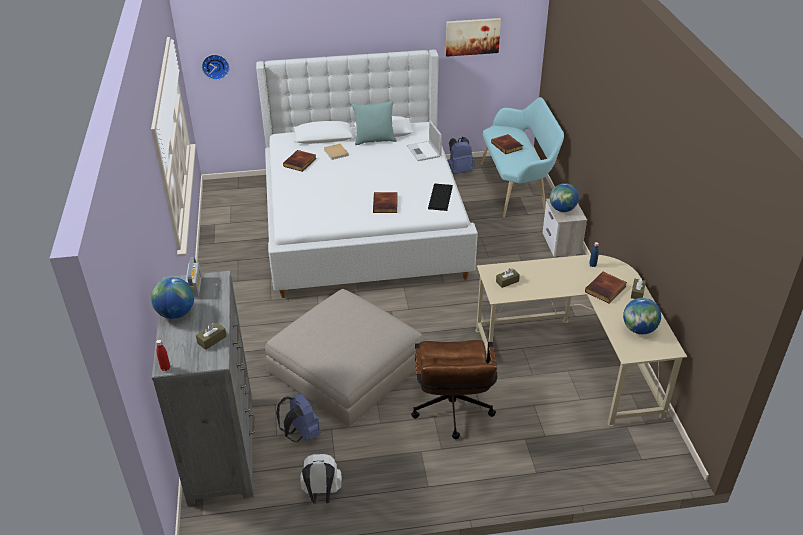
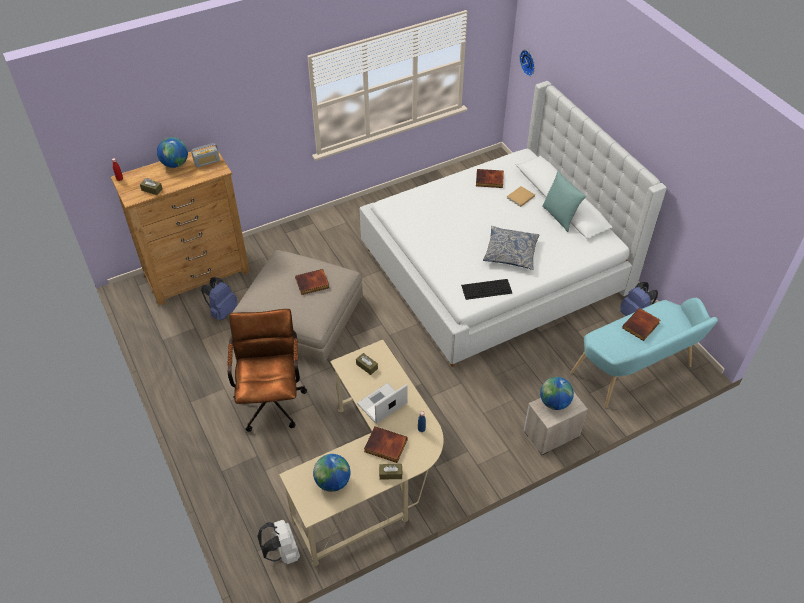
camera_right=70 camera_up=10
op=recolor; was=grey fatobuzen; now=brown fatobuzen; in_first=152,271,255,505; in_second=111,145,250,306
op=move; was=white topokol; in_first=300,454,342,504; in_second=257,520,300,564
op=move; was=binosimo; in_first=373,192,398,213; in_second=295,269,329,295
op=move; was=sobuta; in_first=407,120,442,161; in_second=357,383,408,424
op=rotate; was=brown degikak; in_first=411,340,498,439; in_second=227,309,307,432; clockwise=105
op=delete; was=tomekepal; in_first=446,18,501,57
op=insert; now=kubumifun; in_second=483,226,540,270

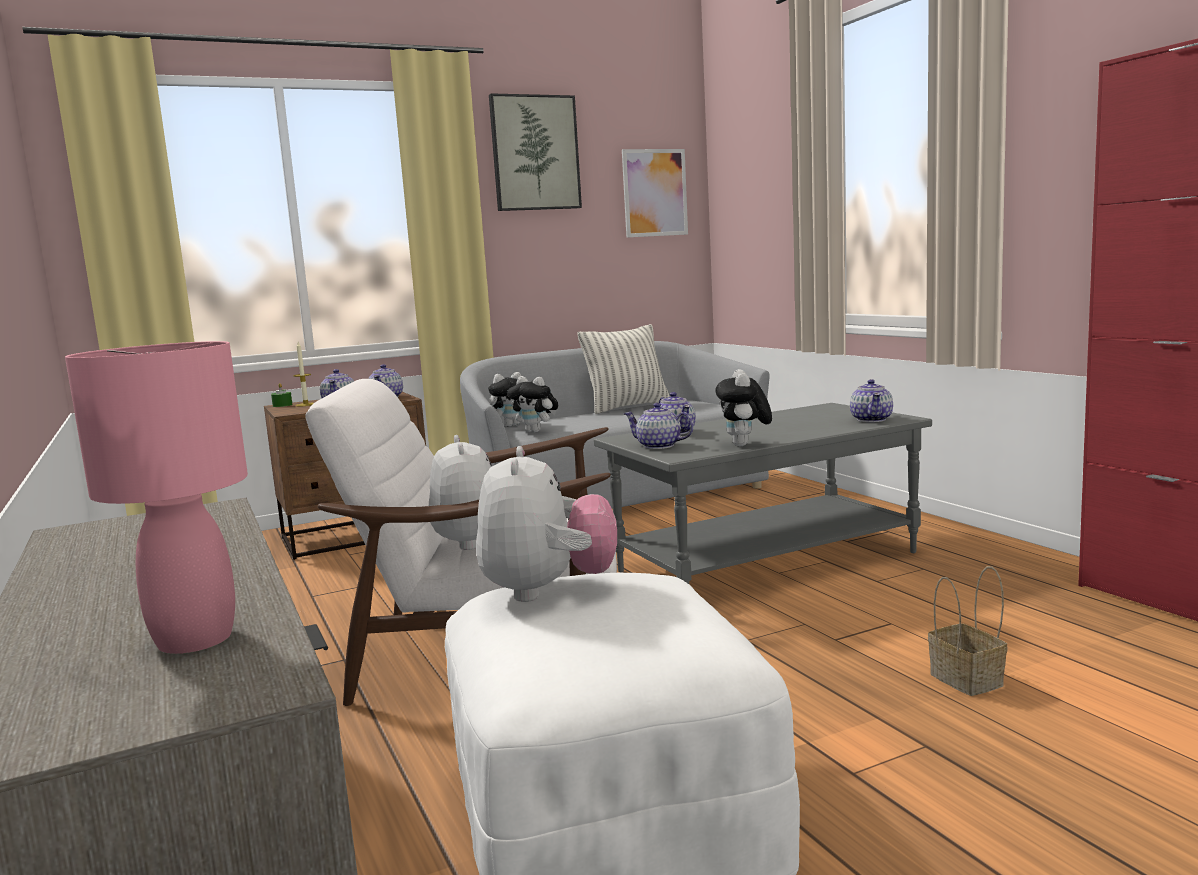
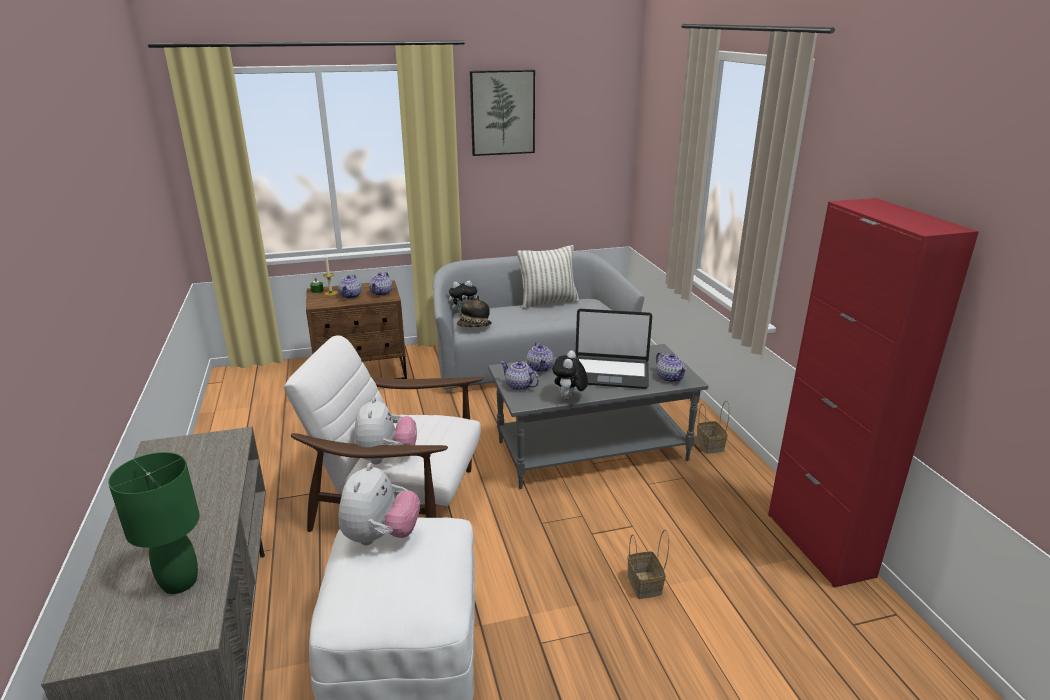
camera_right=10 camera_up=15
op=recolor; was=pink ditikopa; now=green ditikopa; in_first=65,341,248,654; in_second=108,452,200,594
op=replace; was=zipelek; now=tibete; in_first=507,376,558,432; in_second=457,296,492,327
op=delete; was=tomekepal; in_first=622,149,688,238
op=rotate; was=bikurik; in_first=850,379,893,422; in_second=656,352,687,382; clockwise=-45
op=insert; now=sobuta; in_second=575,309,652,389
op=insert; now=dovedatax; in_second=696,401,730,454

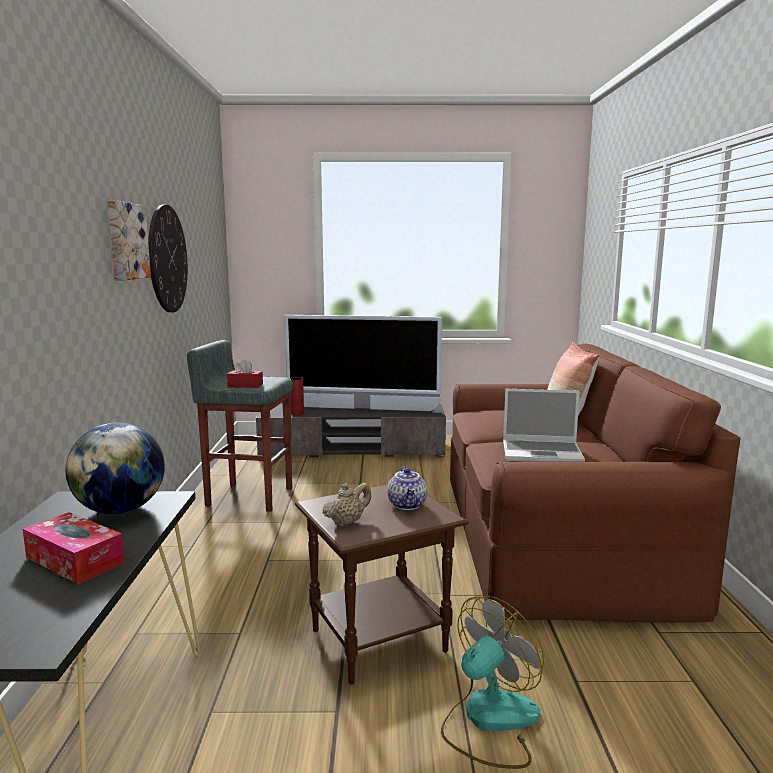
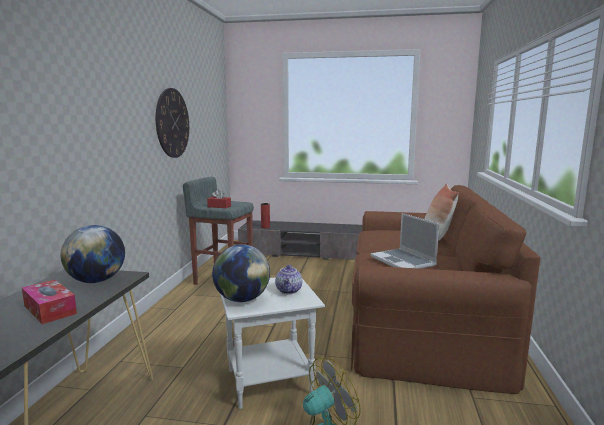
camera_right=10 camera_up=0
op=delete; was=tomekepal; in_first=108,200,151,281
op=delete; was=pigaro; in_first=284,315,442,411
op=recolor; was=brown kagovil; now=white kagovil; in_first=295,485,468,685; in_second=220,277,325,409
op=replace; was=beige bikurik; now=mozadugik; in_first=323,483,371,527; in_second=212,244,270,302
op=rotate; was=sobuta; in_first=503,389,585,462; in_second=371,213,439,269; clockwise=45

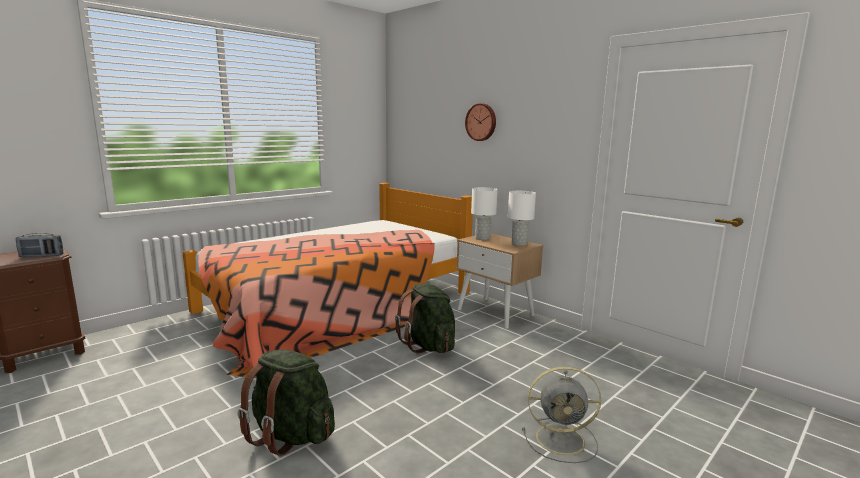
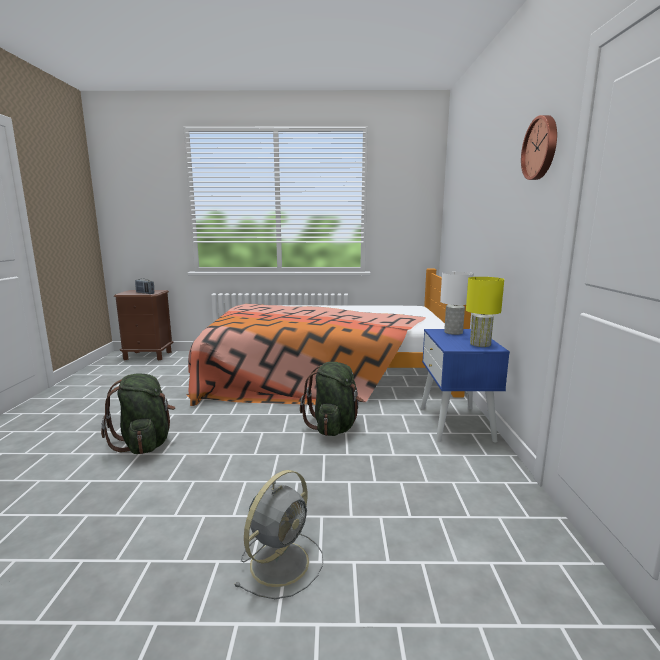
camera_right=45 camera_up=0
op=recolor; was=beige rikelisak; now=blue rikelisak; in_first=456,233,543,329; in_second=420,329,510,442
op=move; was=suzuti; in_first=465,103,496,141; in_second=521,115,557,180
op=recolor; was=white ditikopa; now=yellow ditikopa; in_first=508,191,536,246; in_second=466,277,504,347
op=rotate; was=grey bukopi; in_first=522,366,601,463; in_second=235,470,323,599; clockwise=-105

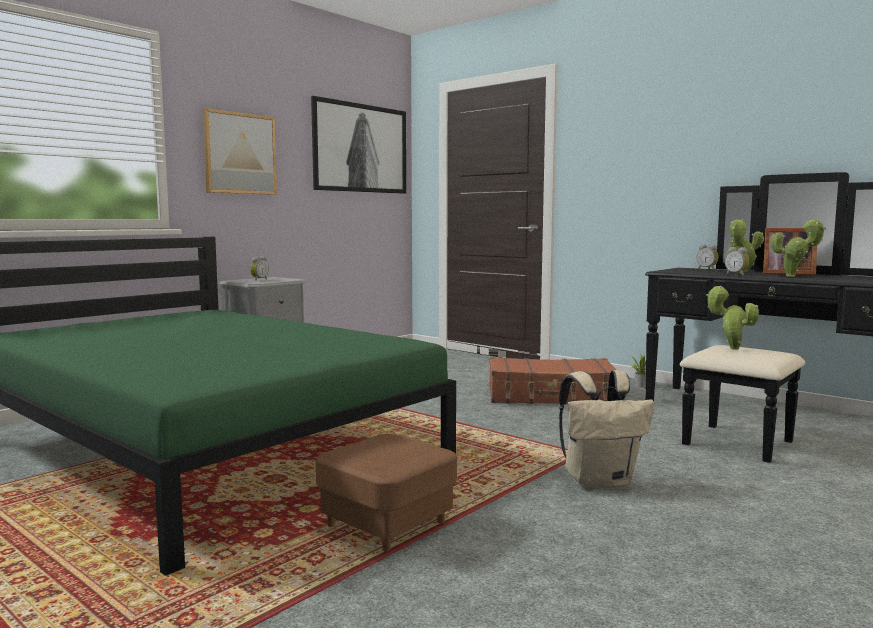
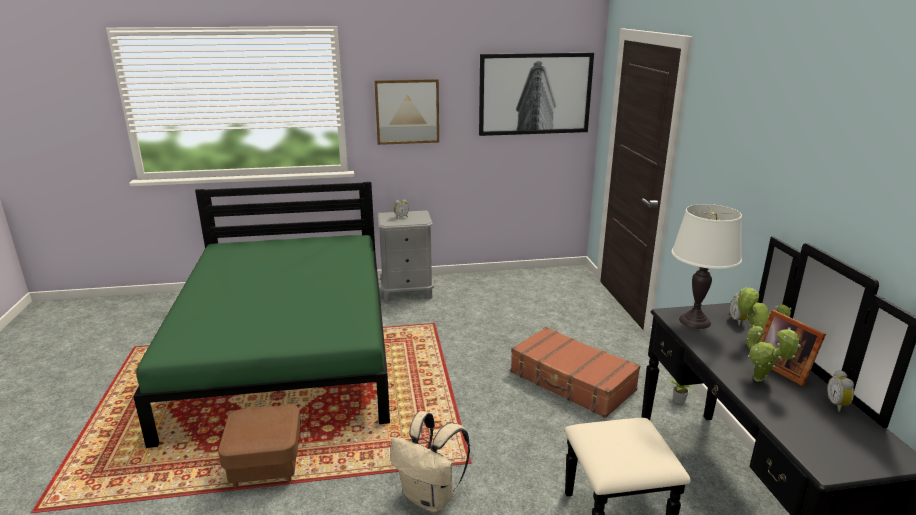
camera_right=40 camera_up=15
op=delete; was=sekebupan; in_first=706,286,759,350
op=move; was=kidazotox; in_first=725,247,749,276; in_second=827,370,854,412
op=insert; now=white ditikopa; in_second=671,204,742,329

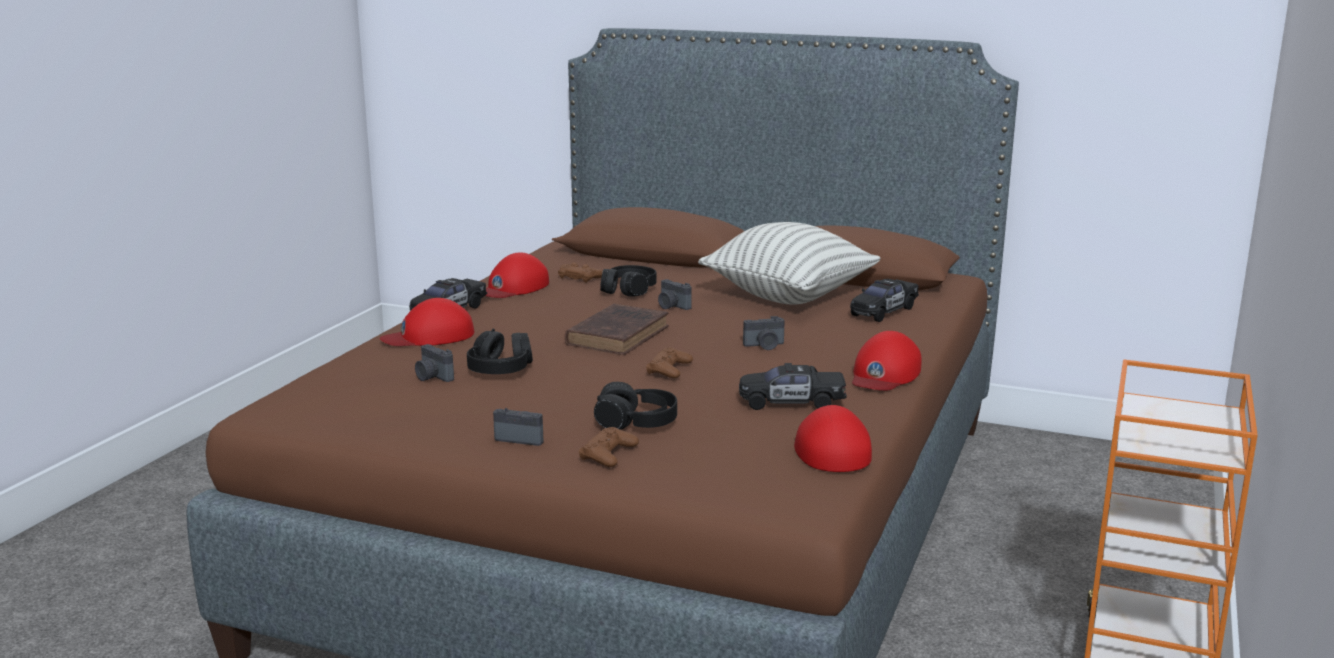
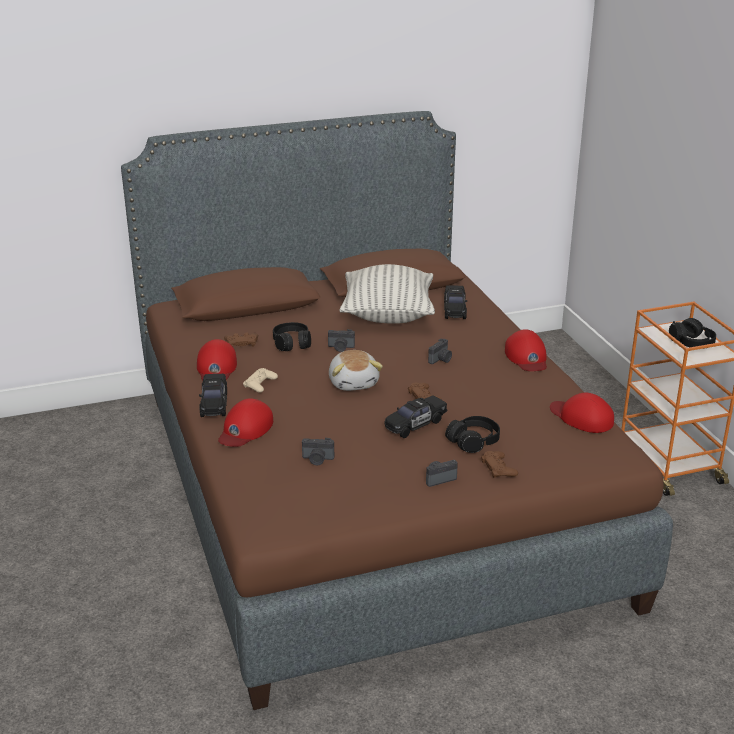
camera_right=-40 camera_up=10
op=move; was=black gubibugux; in_first=467,329,533,374; in_second=669,318,716,349
op=replace; was=brown binosimo; now=zipelek; in_first=565,303,669,355; in_second=329,350,383,391
op=move; was=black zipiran; in_first=739,363,847,410; in_second=384,395,447,438
op=insert; now=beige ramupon; in_second=243,368,278,393

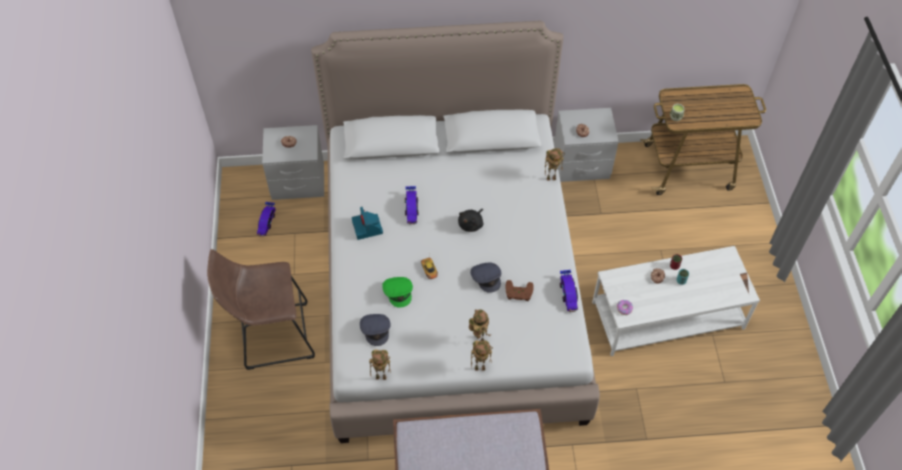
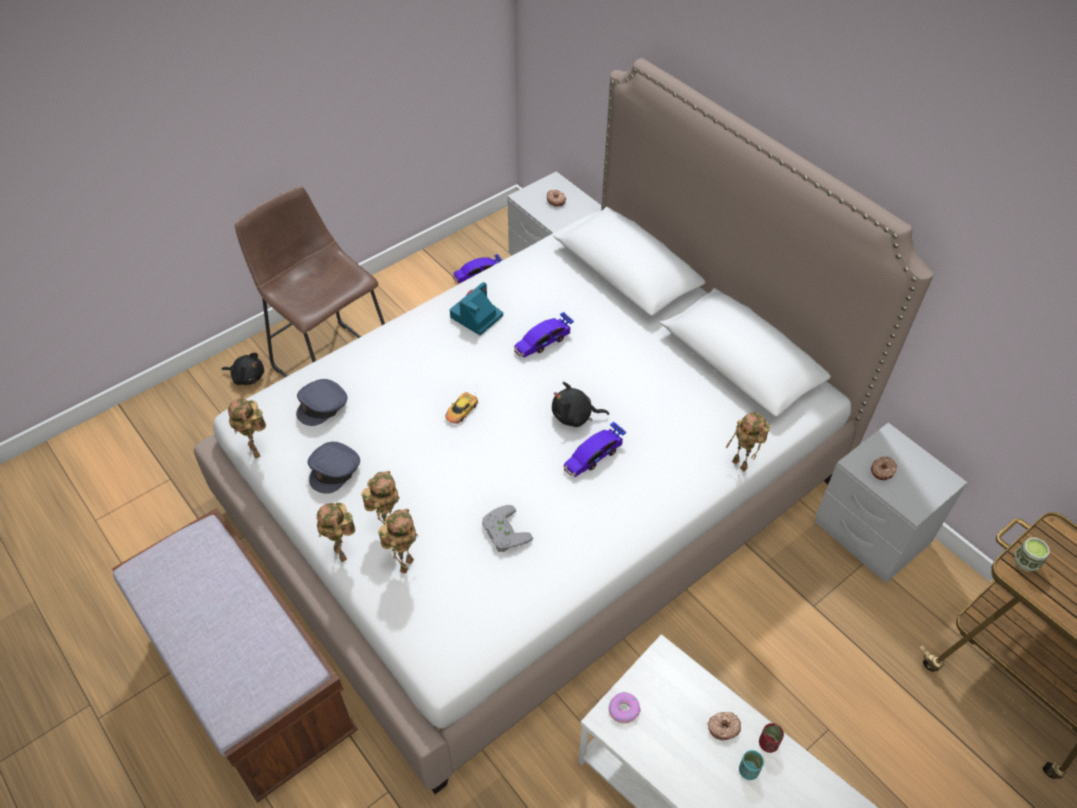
camera_right=55 camera_up=-5
op=delete; was=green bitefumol; in_first=382,277,413,308
op=move; was=grey bitefumol; in_first=470,262,501,293; in_second=307,442,360,494
op=recolor; was=brown ramupon; now=grey ramupon; in_first=505,280,534,301; in_second=482,505,533,552
op=move; was=zipiran; in_first=560,270,578,312; in_second=564,422,626,477
op=insert; now=black zipelek; in_second=222,353,264,385
op=insert; now=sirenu; in_second=378,509,418,574

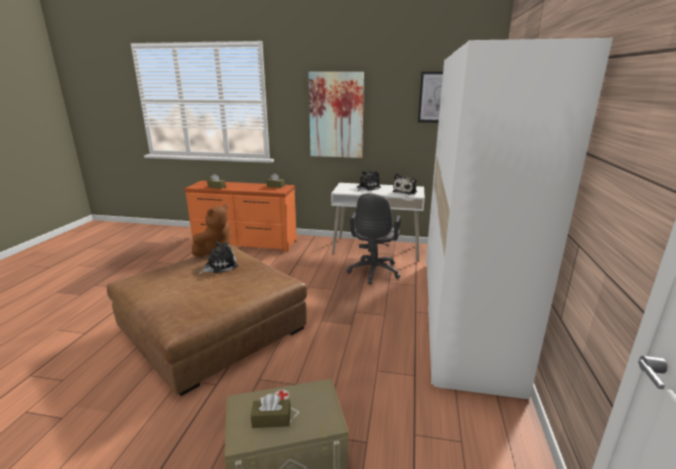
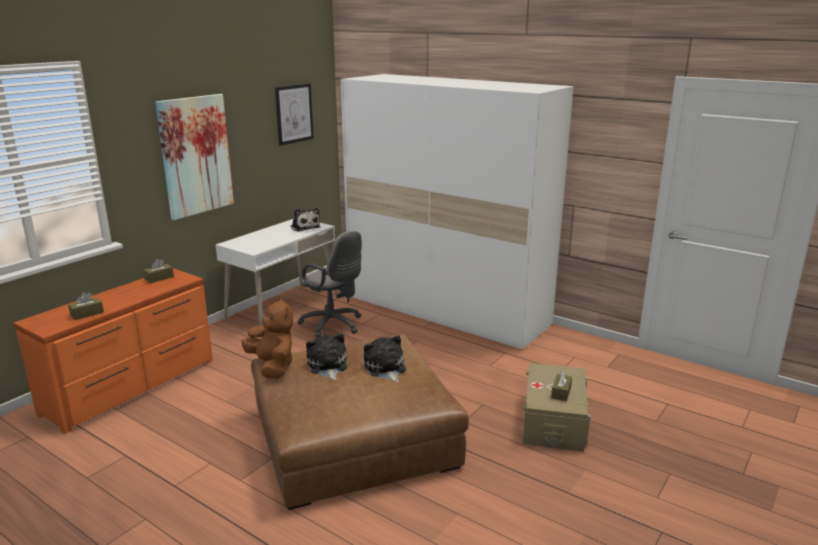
camera_right=-65 camera_up=0
op=move; was=zipelek; in_first=357,171,381,191; in_second=364,335,406,383

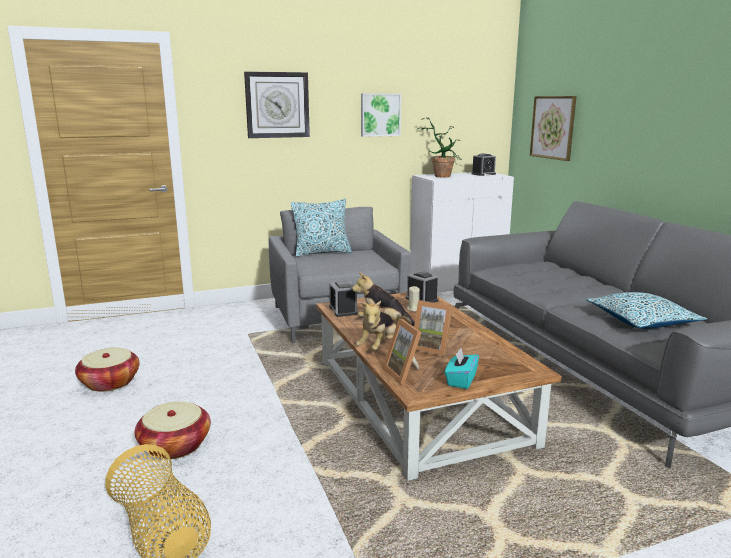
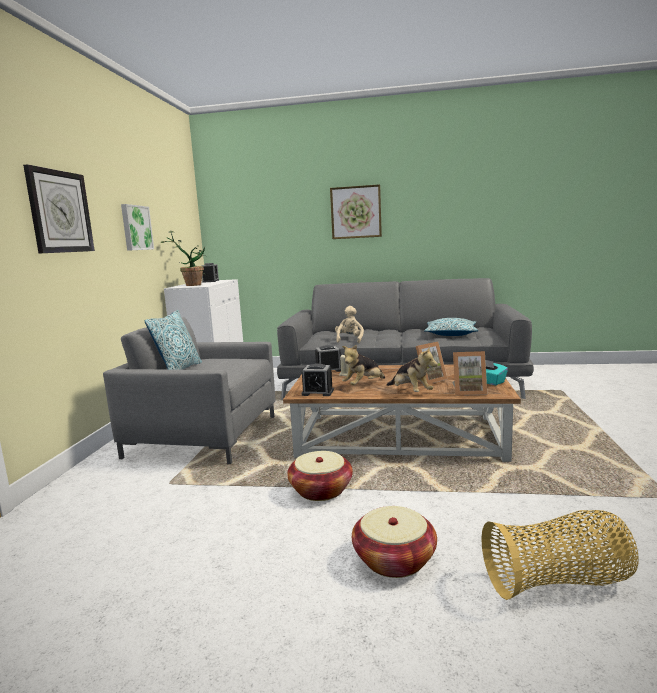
camera_right=-60 camera_up=-5
op=move; was=dovedatax; in_first=75,348,139,392; in_second=287,451,353,501
op=move; was=tomekepal; in_first=530,96,576,161; in_second=330,184,382,239
op=insert; now=beige zipelek; in_second=335,306,364,343

